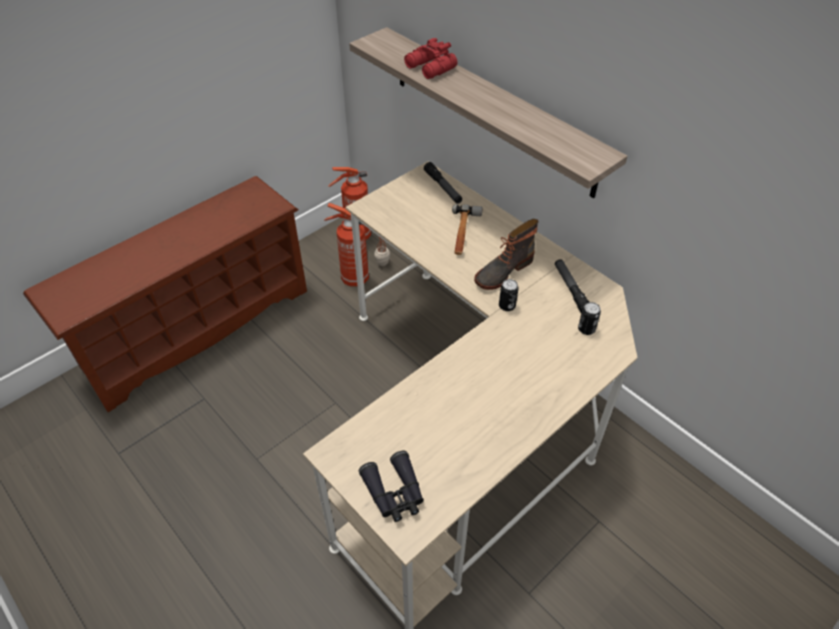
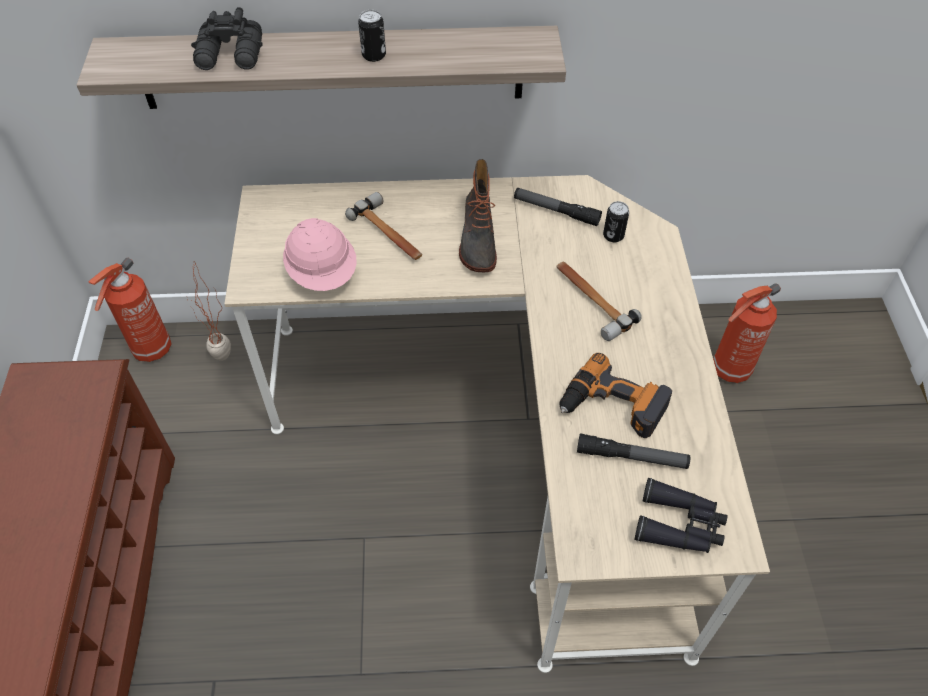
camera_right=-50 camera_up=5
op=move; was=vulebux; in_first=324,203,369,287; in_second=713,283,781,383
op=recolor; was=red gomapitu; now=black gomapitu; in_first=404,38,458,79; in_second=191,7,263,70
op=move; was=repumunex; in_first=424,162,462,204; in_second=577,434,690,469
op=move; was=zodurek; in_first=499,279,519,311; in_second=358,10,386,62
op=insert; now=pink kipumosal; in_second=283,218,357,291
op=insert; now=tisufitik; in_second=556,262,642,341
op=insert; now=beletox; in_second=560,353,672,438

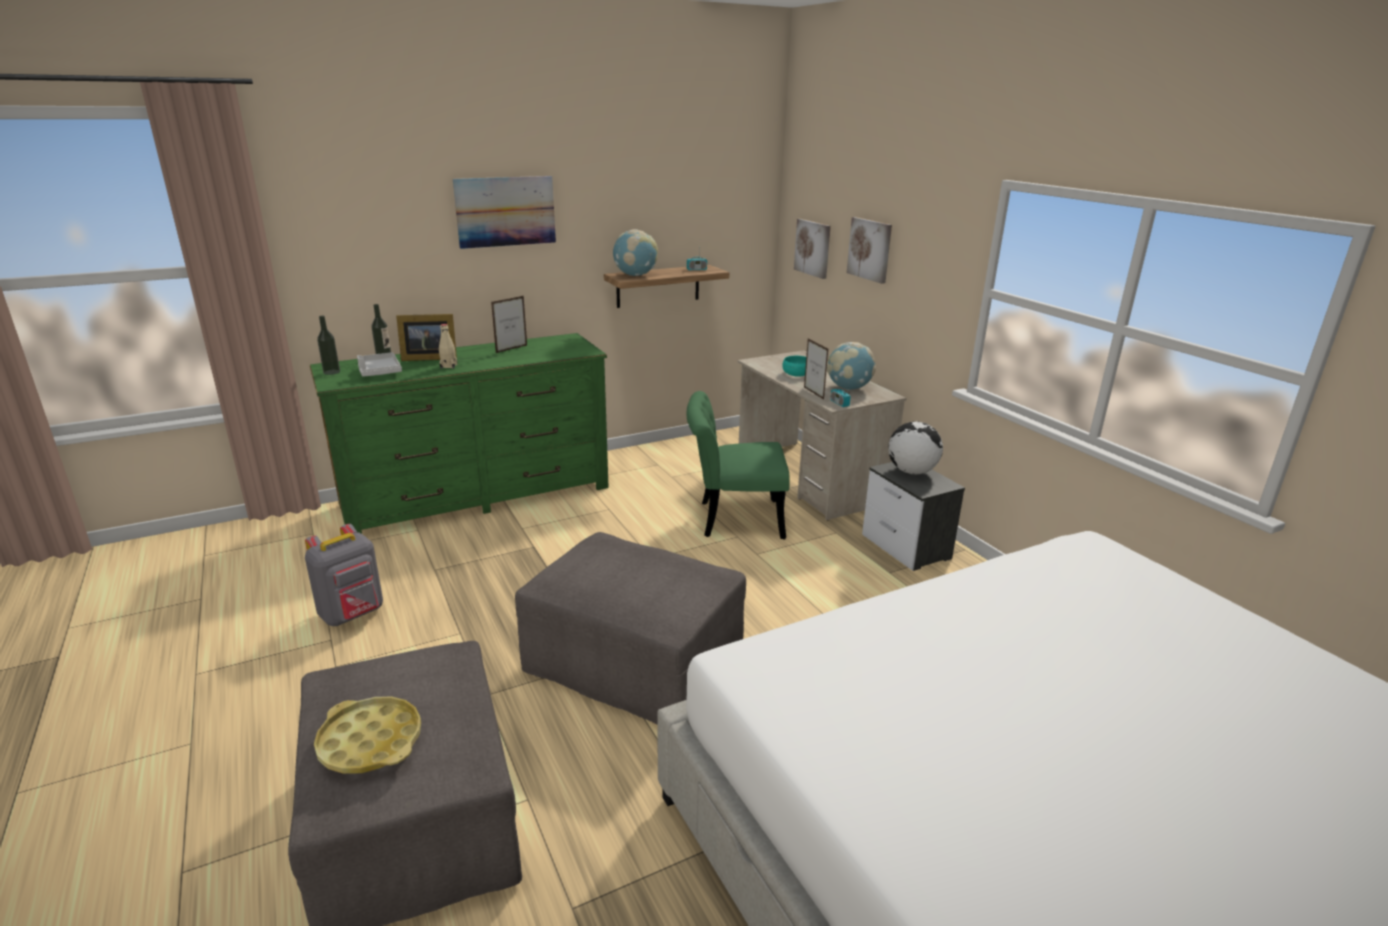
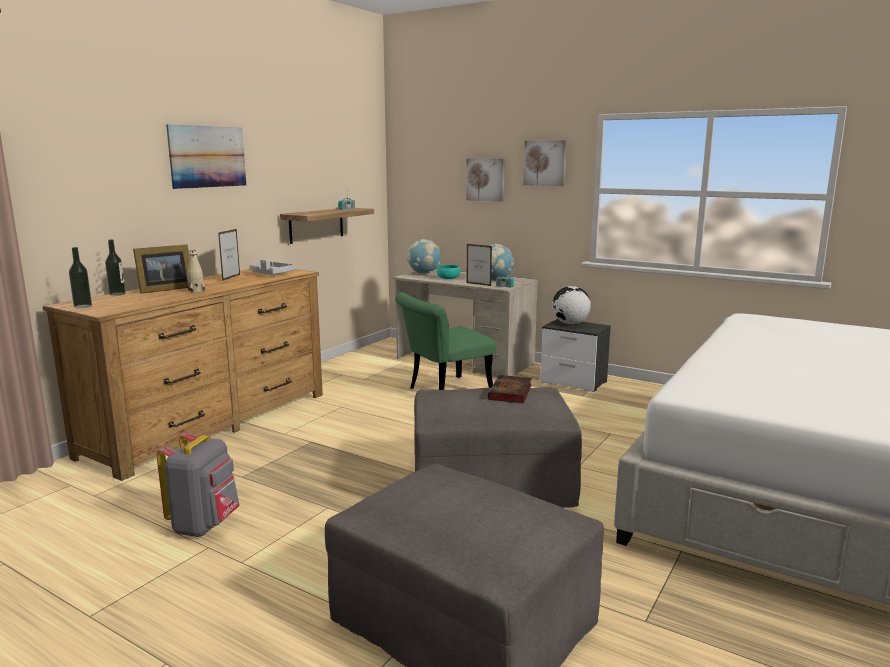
camera_right=-30 camera_up=-10
op=recolor; was=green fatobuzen; now=brown fatobuzen; in_first=310,333,609,534; in_second=43,269,323,481
op=delete; was=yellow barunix; in_first=314,697,421,774
op=move; was=grey barunix; in_first=357,352,402,377; in_second=249,260,295,275
op=move; was=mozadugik; in_first=613,229,658,276; in_second=407,239,441,274
op=move; was=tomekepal; in_first=794,219,831,279; in_second=523,140,567,186
op=insert; now=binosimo; in_second=488,375,532,403

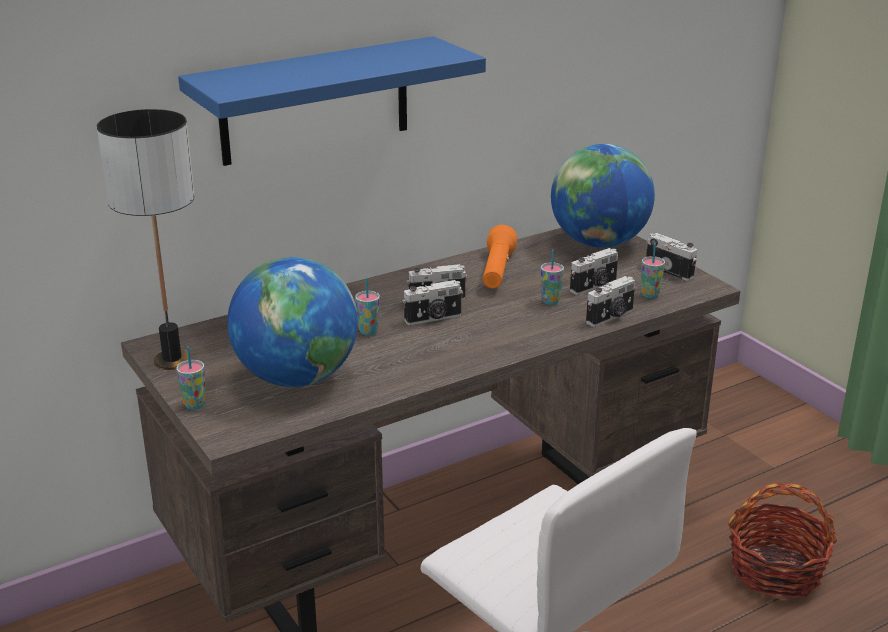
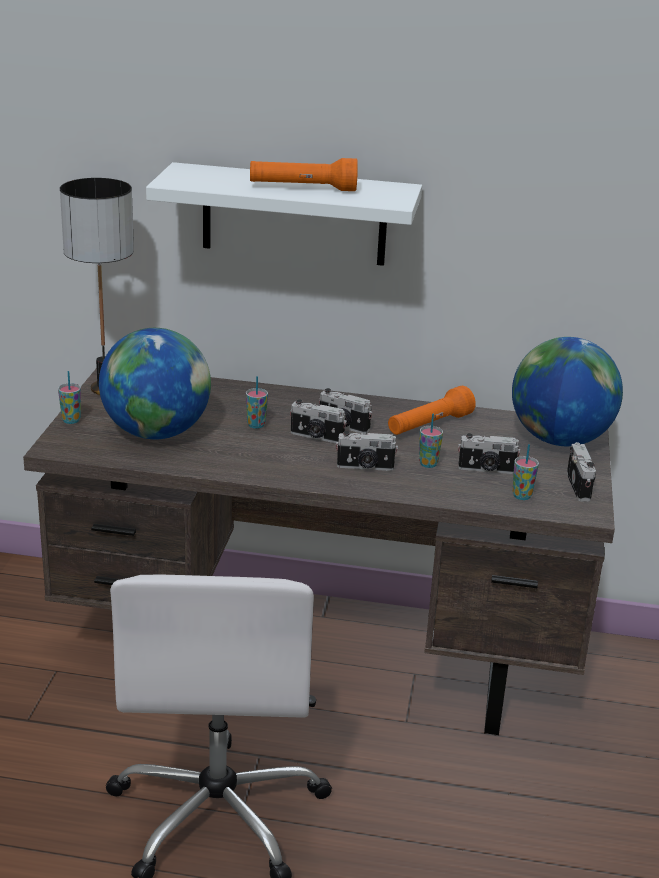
camera_right=40 camera_up=0
op=recolor; was=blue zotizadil; now=white zotizadil; in_first=178,36,486,166; in_second=146,162,422,266
op=move; was=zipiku; in_first=586,276,635,327; in_second=336,431,398,471
op=delete; was=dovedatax; in_first=728,483,837,599
op=insert; now=orange repumunex; in_second=250,158,358,191

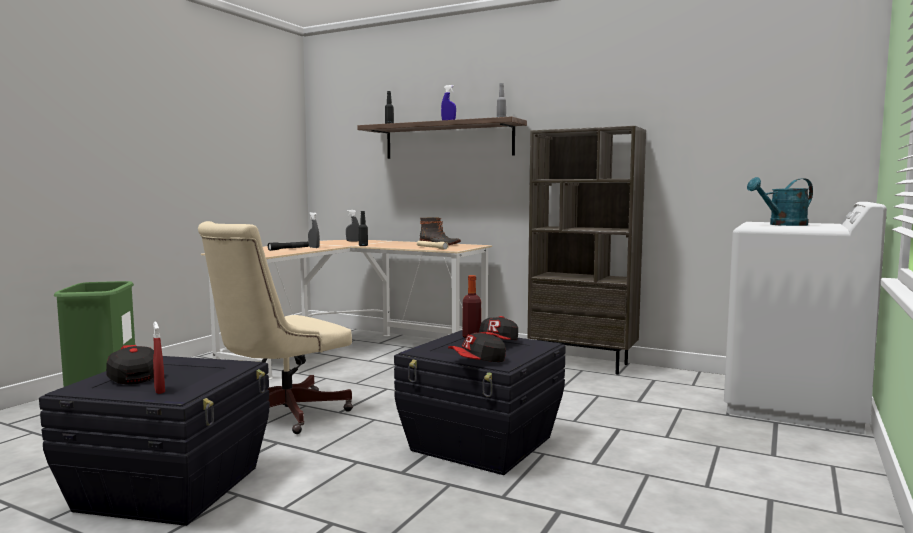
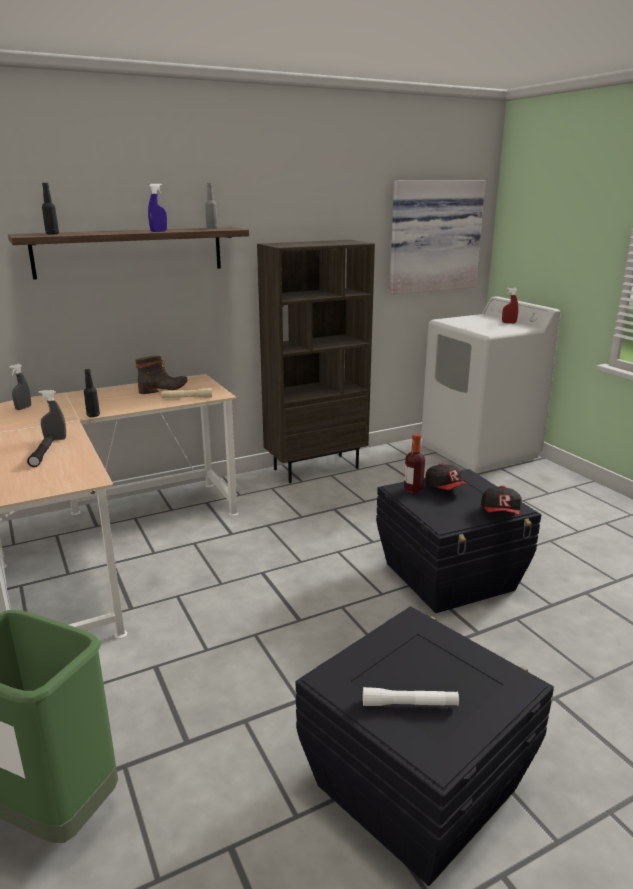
camera_right=-55 camera_up=15
op=replace; was=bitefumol; now=white repumunex; in_first=106,345,154,385; in_second=363,687,459,706
op=move; was=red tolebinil; in_first=153,321,165,394; in_second=502,288,519,323
op=delete; was=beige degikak; in_first=198,221,353,434
op=delete; was=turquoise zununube; in_first=747,177,813,226
op=insert; now=tomekepal; in_second=389,180,485,295

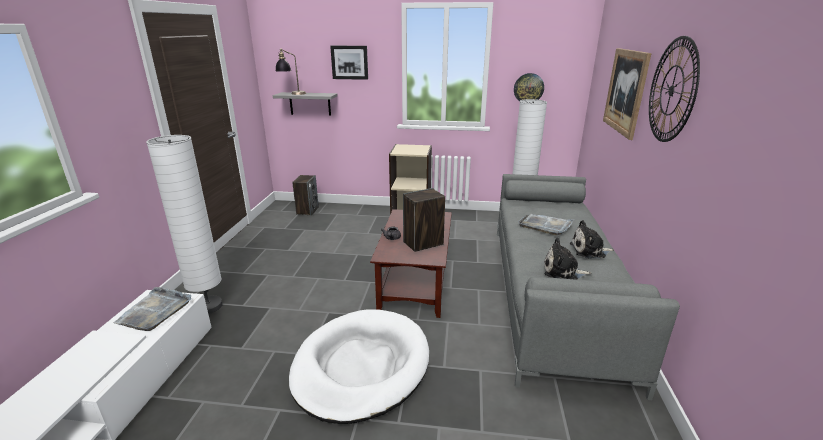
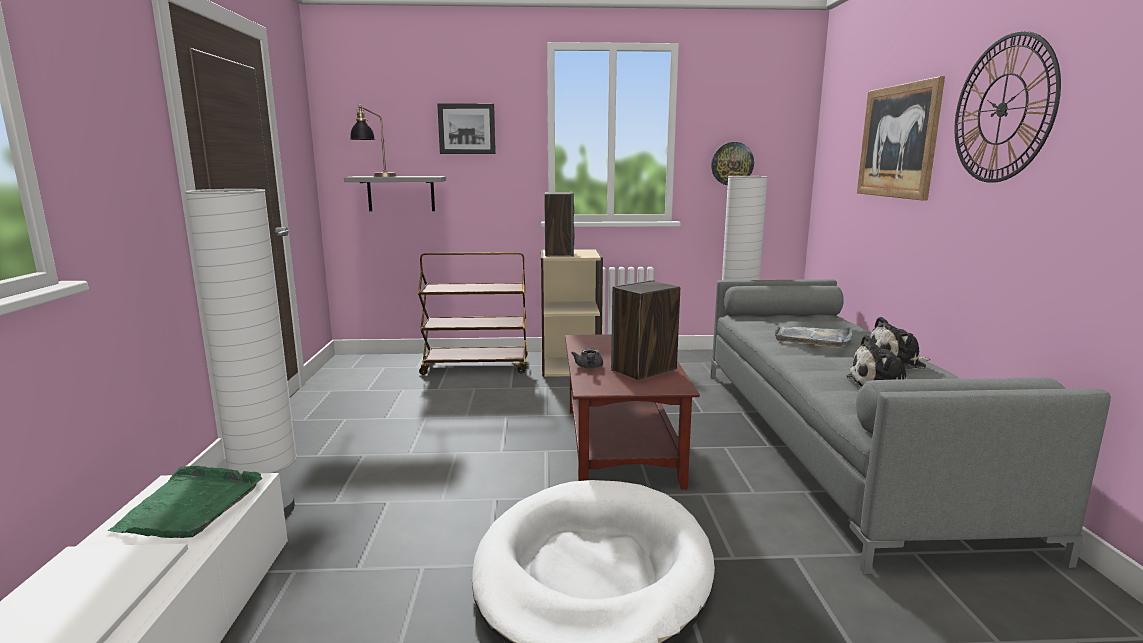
camera_right=-10 camera_up=-10
op=recolor; was=grey barunix; now=green barunix; in_first=113,287,191,331; in_second=108,466,262,538
op=move; was=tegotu; in_first=292,175,319,216; in_second=544,192,574,257
op=insert; now=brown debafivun; in_second=418,252,528,375

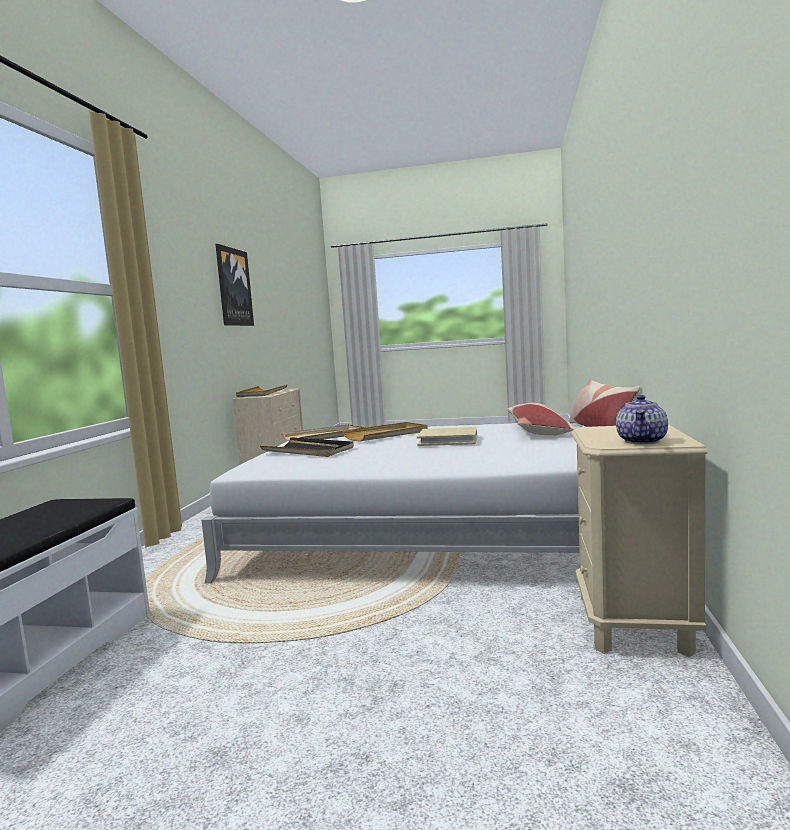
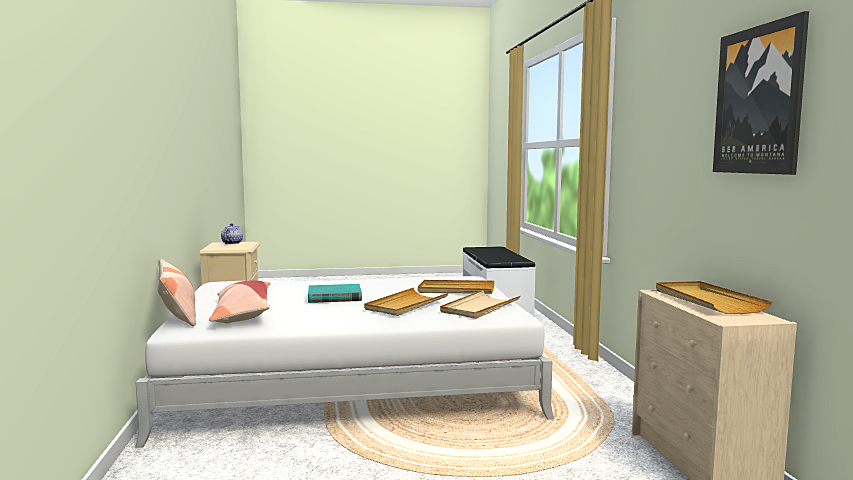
camera_right=160 camera_up=0
op=recolor; was=black barunix; now=beige barunix; in_first=260,437,354,457; in_second=418,280,494,294
op=recolor; was=beige binosimo; now=turquoise binosimo; in_first=417,427,477,446; in_second=308,284,362,303

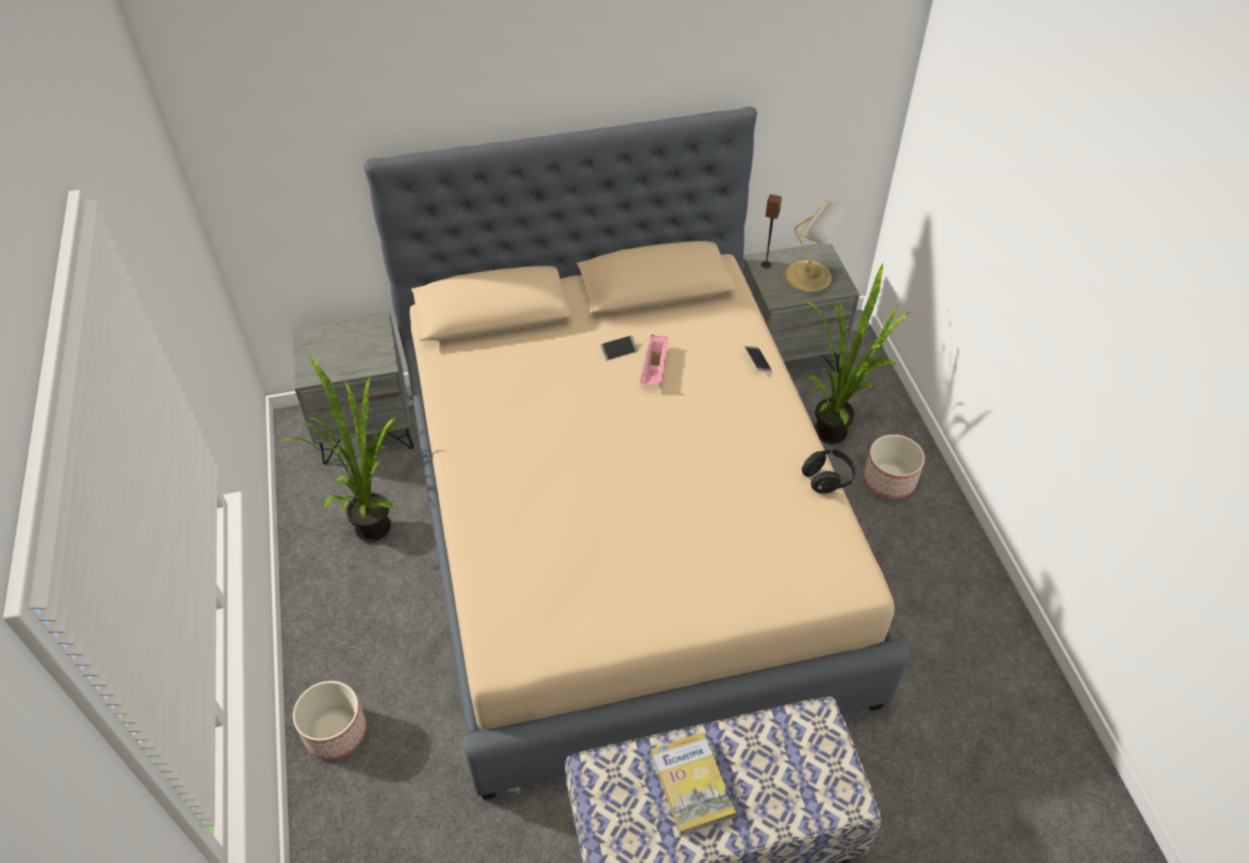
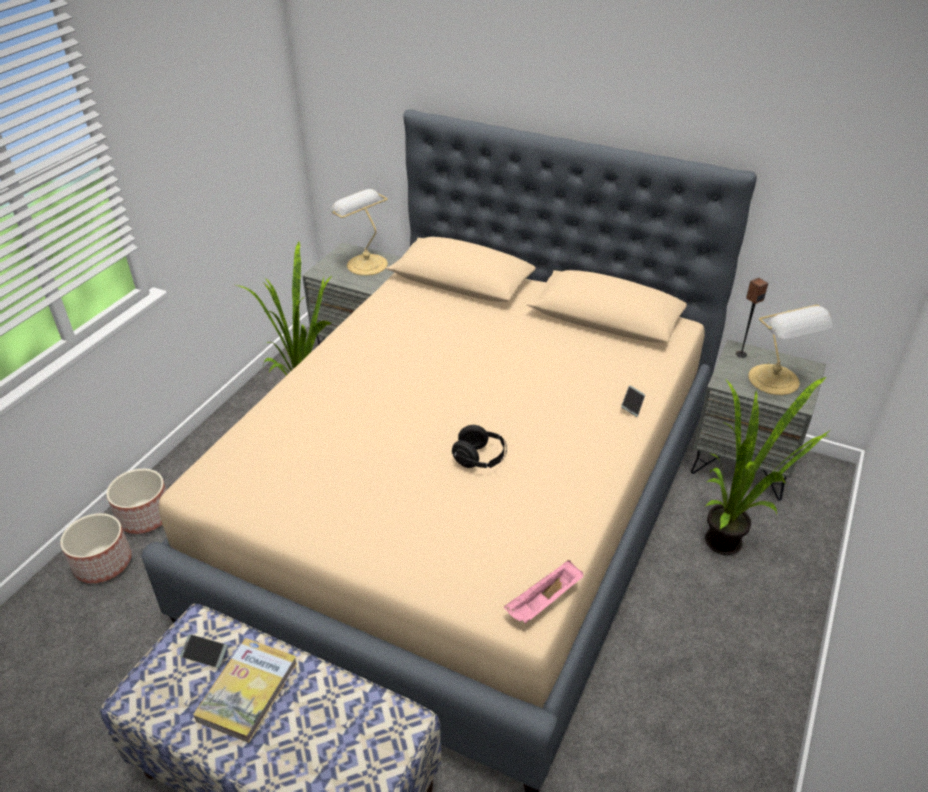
camera_right=40 camera_up=-10
op=move; was=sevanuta; in_first=600,335,638,360; in_second=180,634,228,668
op=move; was=pink barunix; in_first=640,334,668,385; in_second=504,560,584,624
op=move; was=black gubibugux; in_first=802,449,856,494; in_second=452,425,507,468
op=move; was=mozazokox; in_first=864,434,925,499; in_second=60,513,131,583
op=insert; now=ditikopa; in_second=330,189,388,276

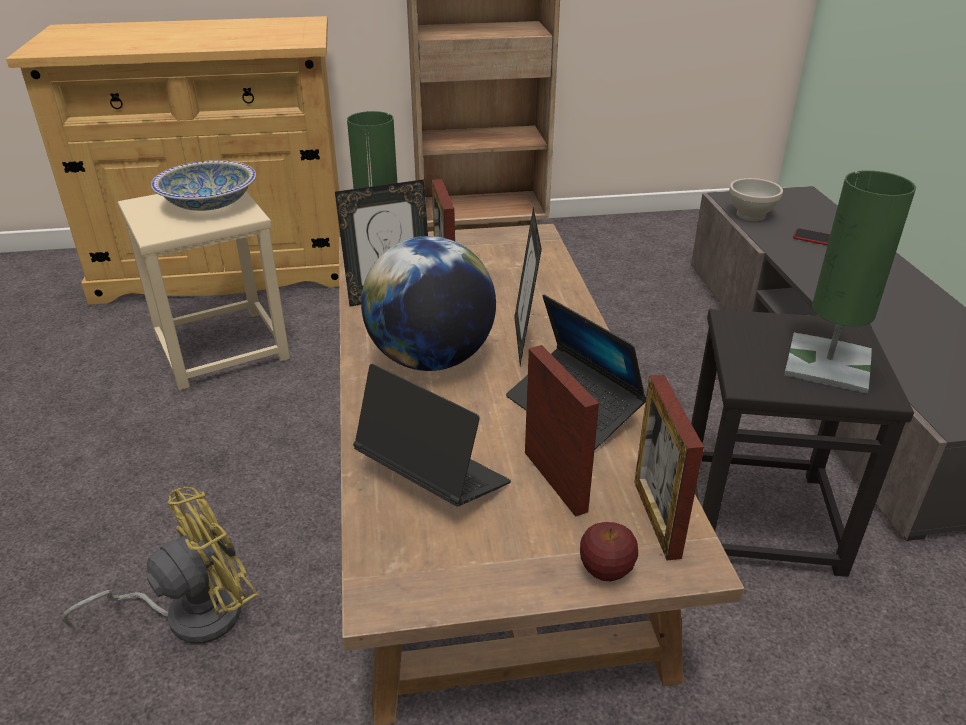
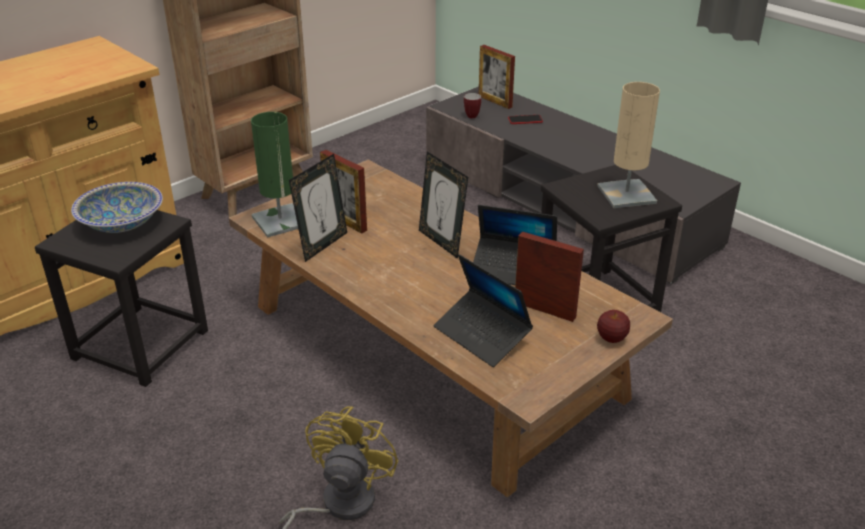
camera_right=-35 camera_up=0
op=recolor; was=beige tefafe; now=black tefafe; in_first=117,191,290,390; in_second=35,210,208,387
op=rotate; was=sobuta; in_first=353,364,511,507; in_second=434,254,533,367; clockwise=-135
op=delete; was=mozadugik; in_first=361,236,496,371
op=move; was=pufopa; in_first=634,375,704,560; in_second=479,45,515,109
op=replace; was=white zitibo; now=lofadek; in_first=729,178,783,221; in_second=464,93,482,119
op=recolor; was=green ditikopa; now=beige ditikopa; in_first=784,170,916,394; in_second=597,82,660,208

